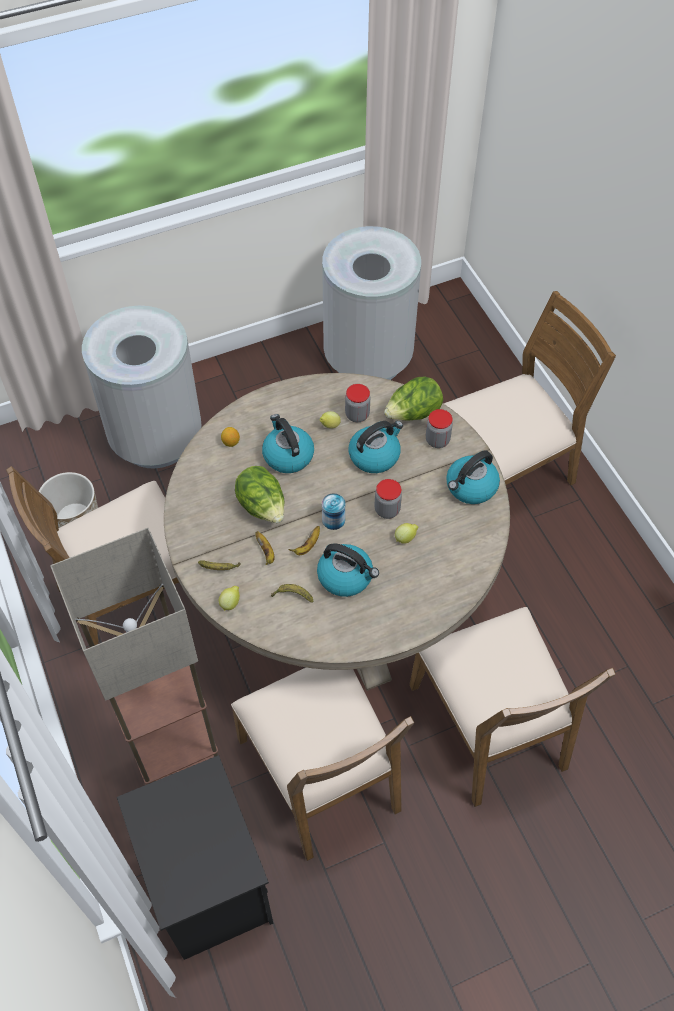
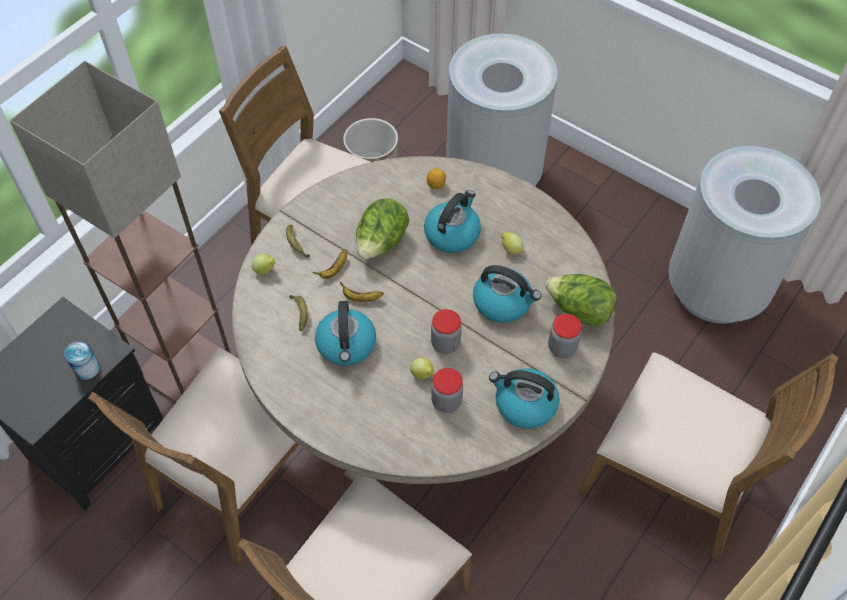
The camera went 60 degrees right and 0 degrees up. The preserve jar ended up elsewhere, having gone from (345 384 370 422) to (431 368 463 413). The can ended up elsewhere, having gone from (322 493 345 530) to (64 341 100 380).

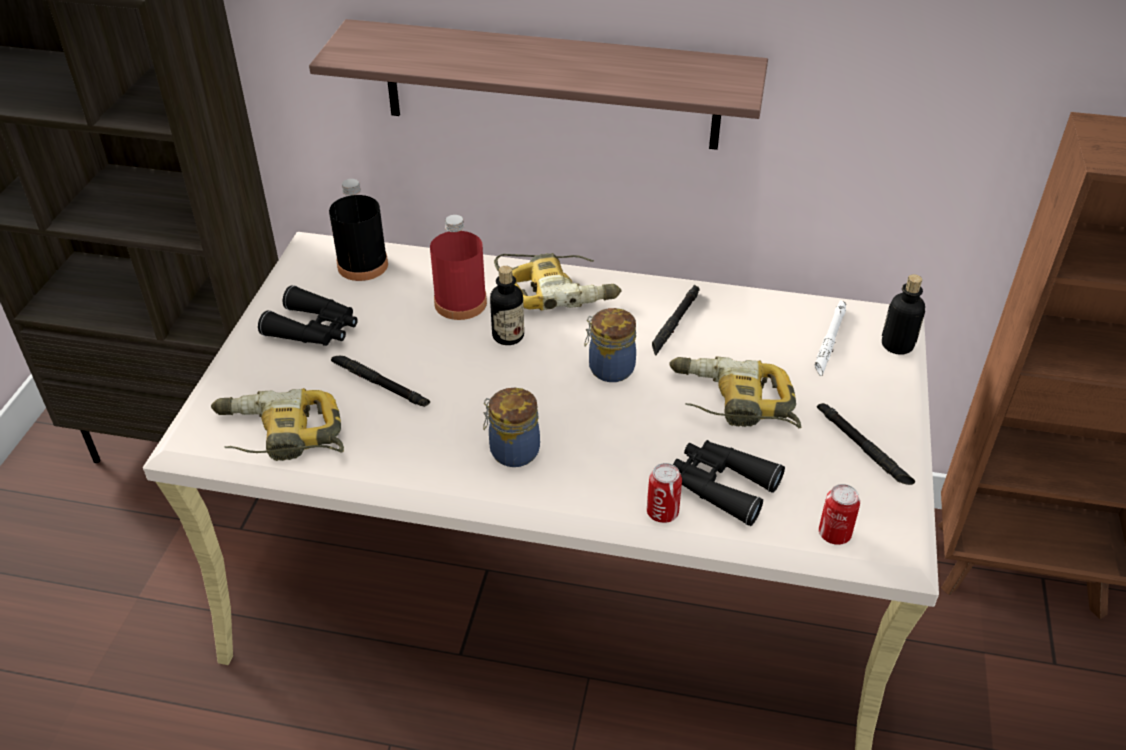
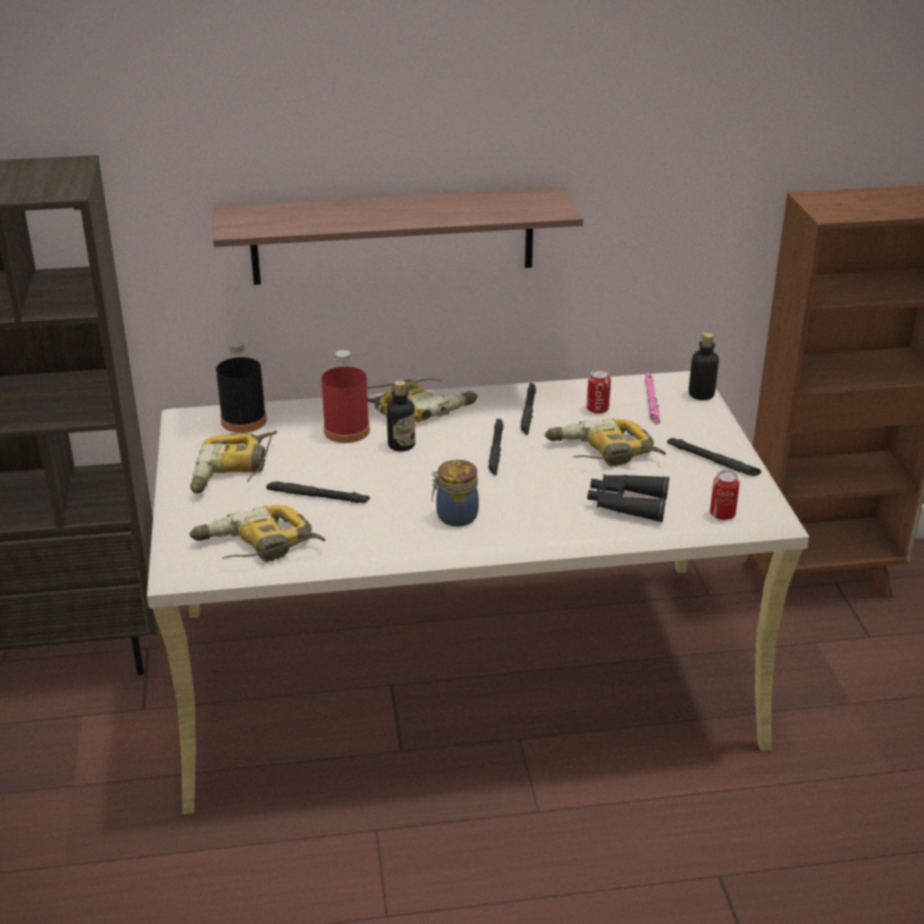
The camera went 20 degrees left and 10 degrees down. Where the blackish binoculars stood at (258 285 358 346), the power drill came to stand at (190 431 277 494). What was the white torch at (815 301 846 376) turned into the pinkish torch at (645 373 660 424). Where the preserve jar stood at (584 308 636 382), the blackish torch came to stand at (488 419 504 476). The can ended up elsewhere, having gone from (647 463 682 523) to (587 369 611 414).

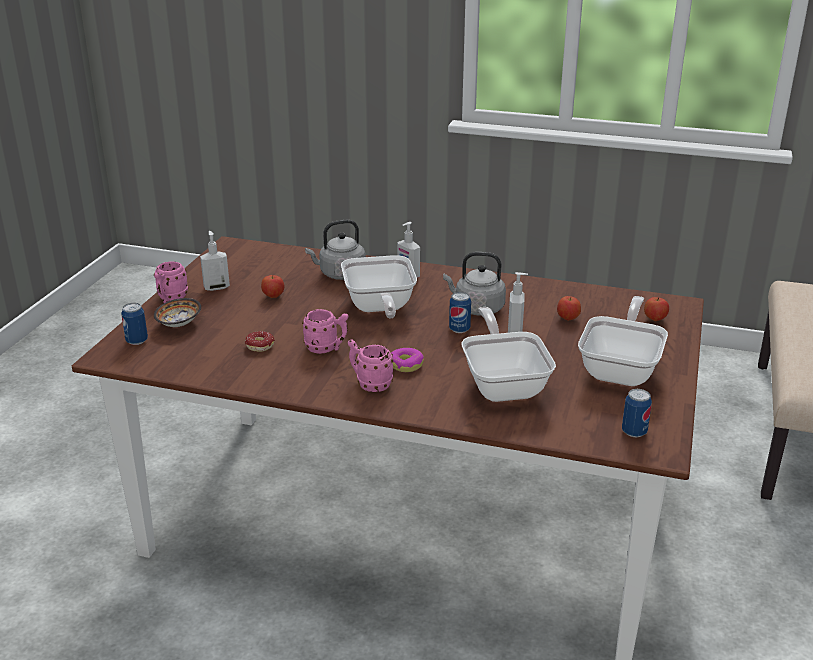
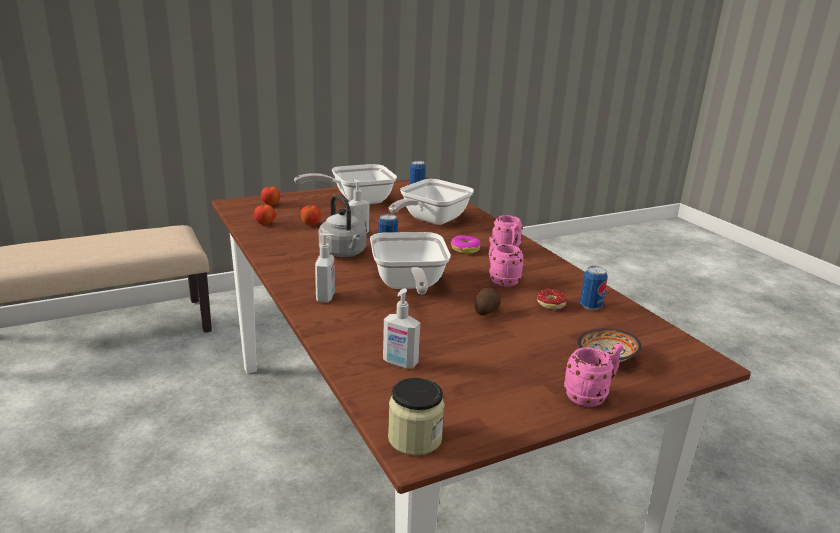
The camera went 135 degrees left and 5 degrees down. The second view lost the gray kettle at (305 220 366 280). The soap dispenser ended up elsewhere, having gone from (200 231 230 291) to (383 289 420 369). The skillet at (341 255 417 319) ended up facing another way, 135 degrees clockwise from before. The apple fruit ended up elsewhere, having gone from (261 275 284 298) to (254 204 275 225). The can ended up elsewhere, having gone from (121 303 148 345) to (580 266 608 310). The second view gained the whole potato at (475 287 501 315). The second view gained the preserve jar at (388 378 445 456).

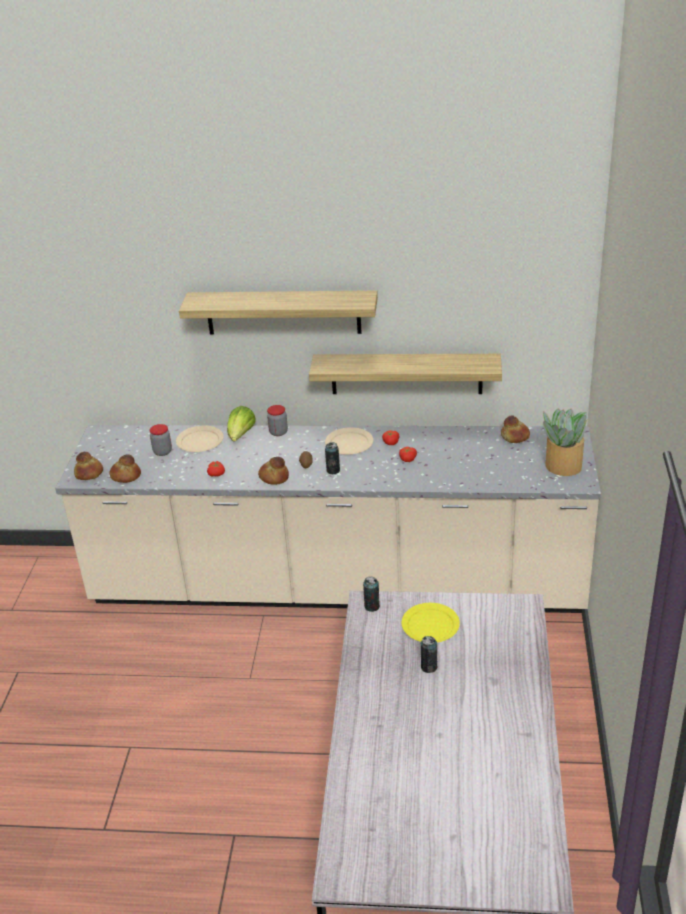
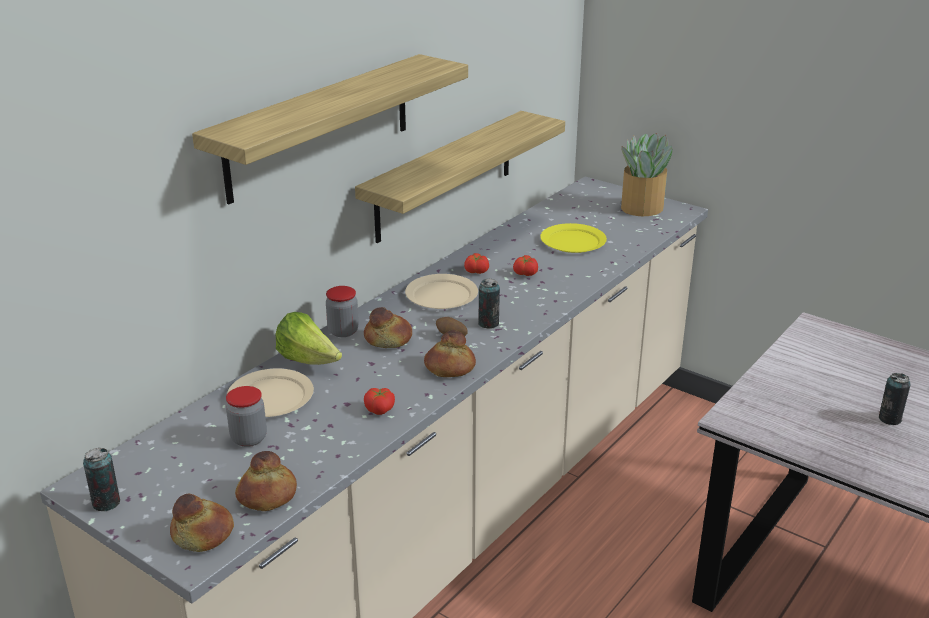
The camera went 60 degrees left and 5 degrees down. The baked bread ended up elsewhere, having gone from (501 416 530 443) to (364 307 412 348). The can ended up elsewhere, having gone from (363 577 380 612) to (83 448 120 511). The yellowish dinner plate ended up elsewhere, having gone from (402 603 460 643) to (540 223 607 253).

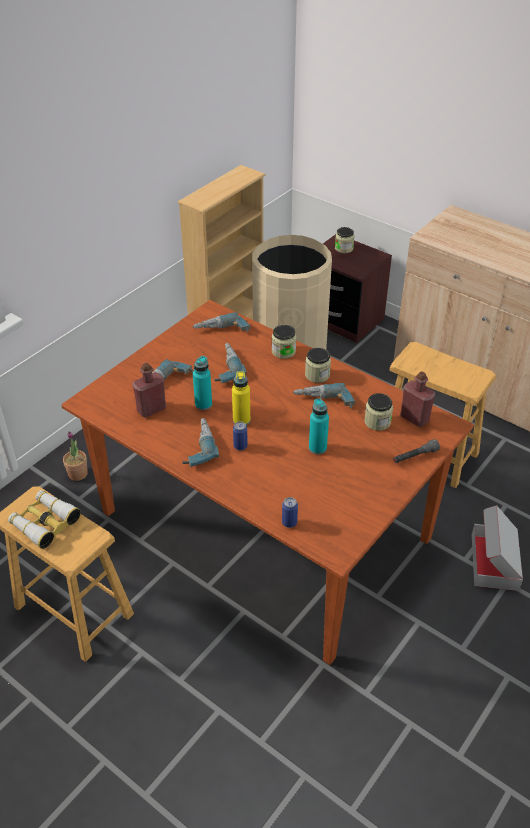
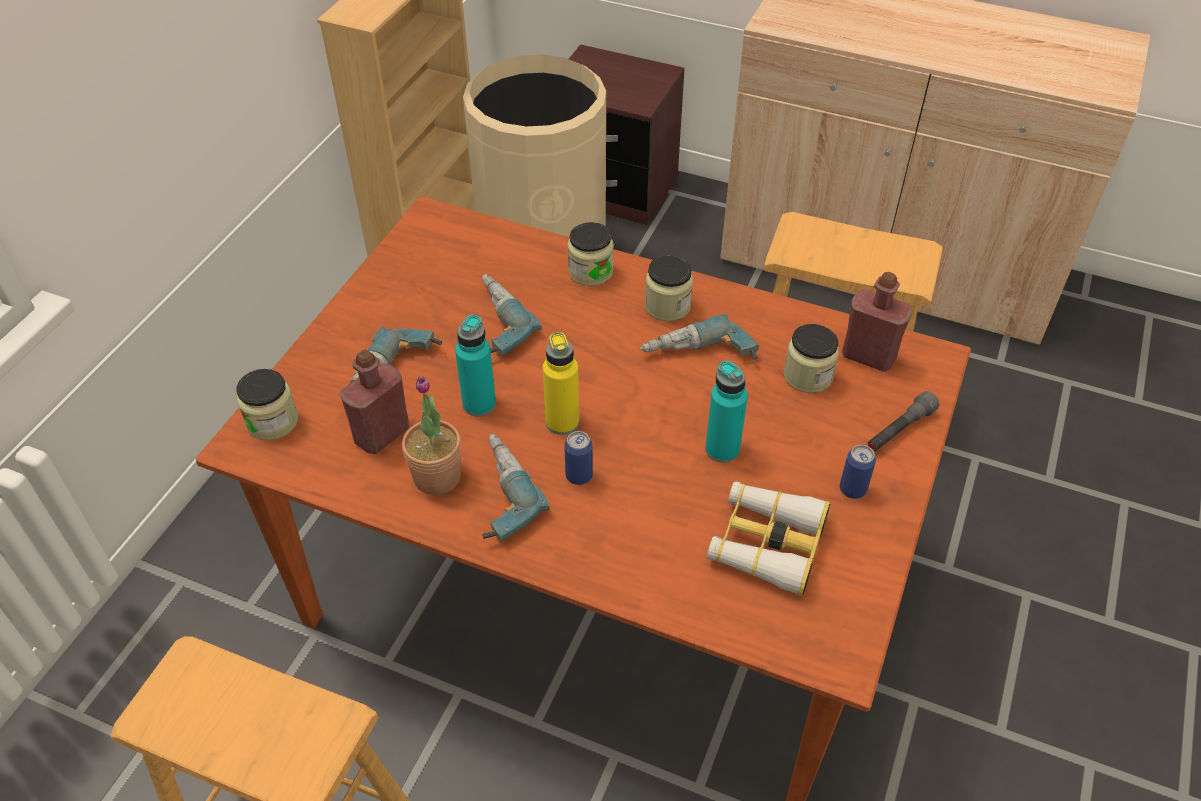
The camera went 15 degrees left and 5 degrees up. The preserve jar ended up elsewhere, having gone from (335 227 354 253) to (236 369 298 441). The second view lost the power drill at (192 312 250 332). The potted plant ended up elsewhere, having gone from (63 431 88 481) to (402 376 461 495). The binoculars ended up elsewhere, having gone from (8 490 81 549) to (707 481 831 596). The can ended up elsewhere, having gone from (282 497 298 528) to (840 445 876 499). The second view lost the cardboard box at (472 505 523 591).

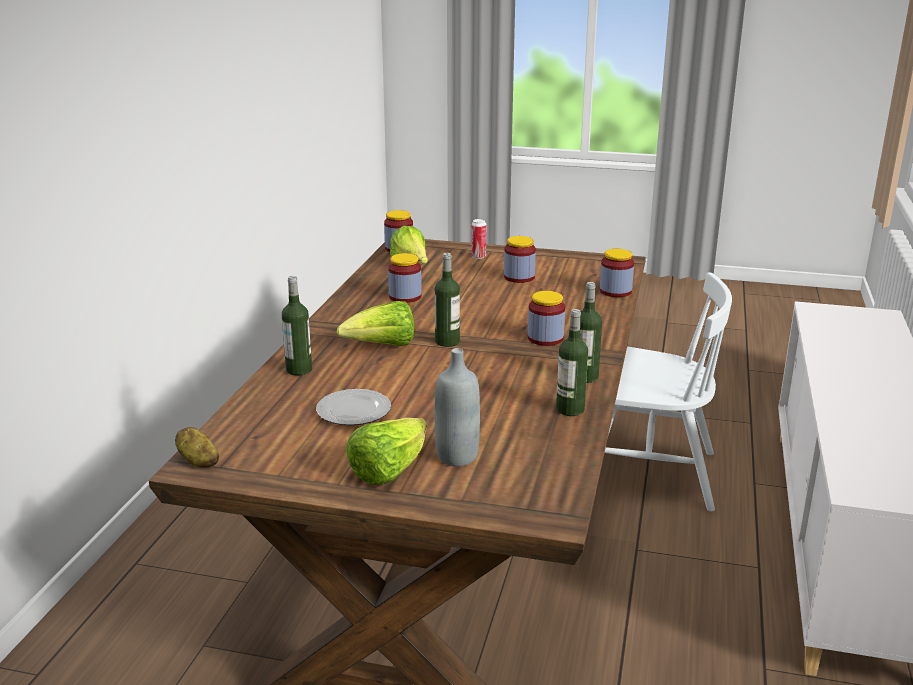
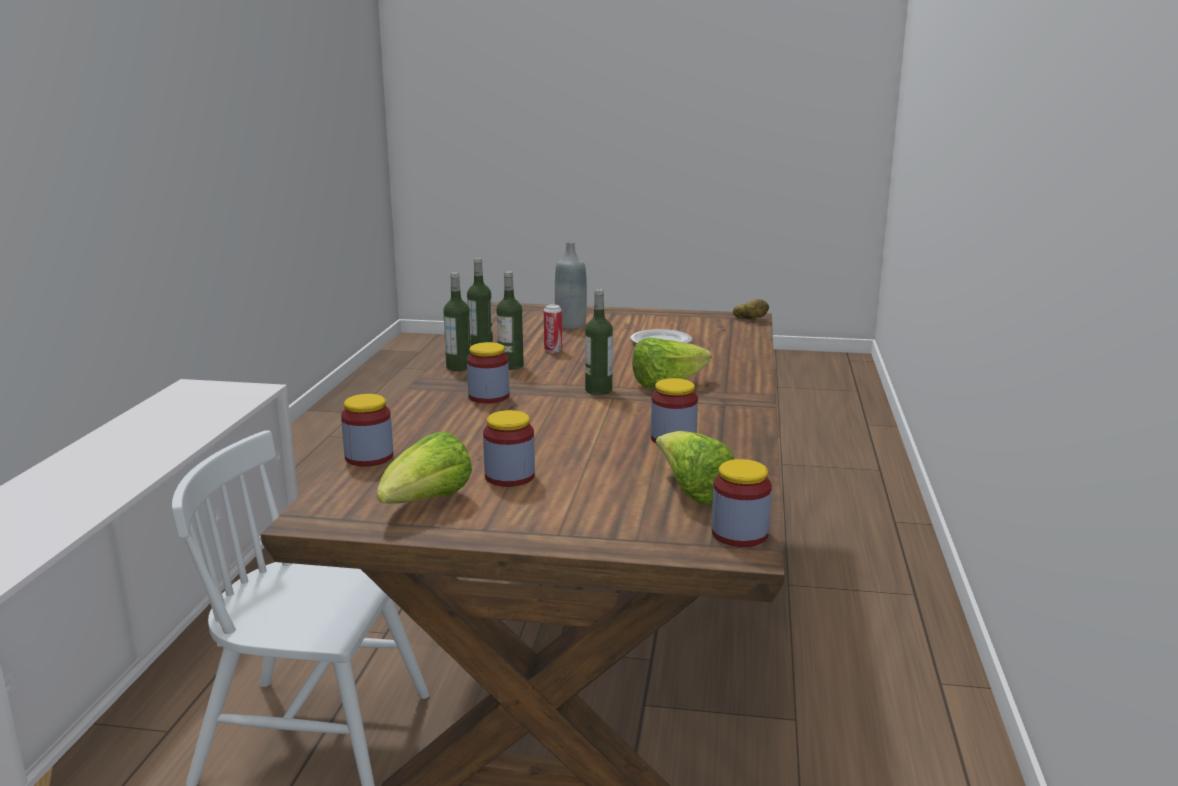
The camera went 175 degrees right and 5 degrees down. The can ended up elsewhere, having gone from (471 219 487 259) to (544 304 562 352). The bottle ended up elsewhere, having gone from (282 276 312 376) to (496 271 524 370). The lettuce head ended up elsewhere, having gone from (346 418 427 485) to (377 431 472 504).

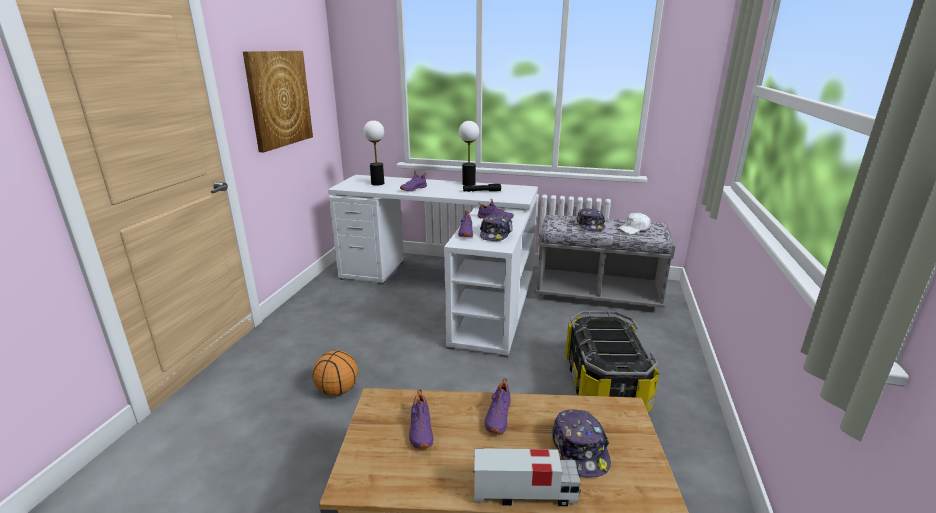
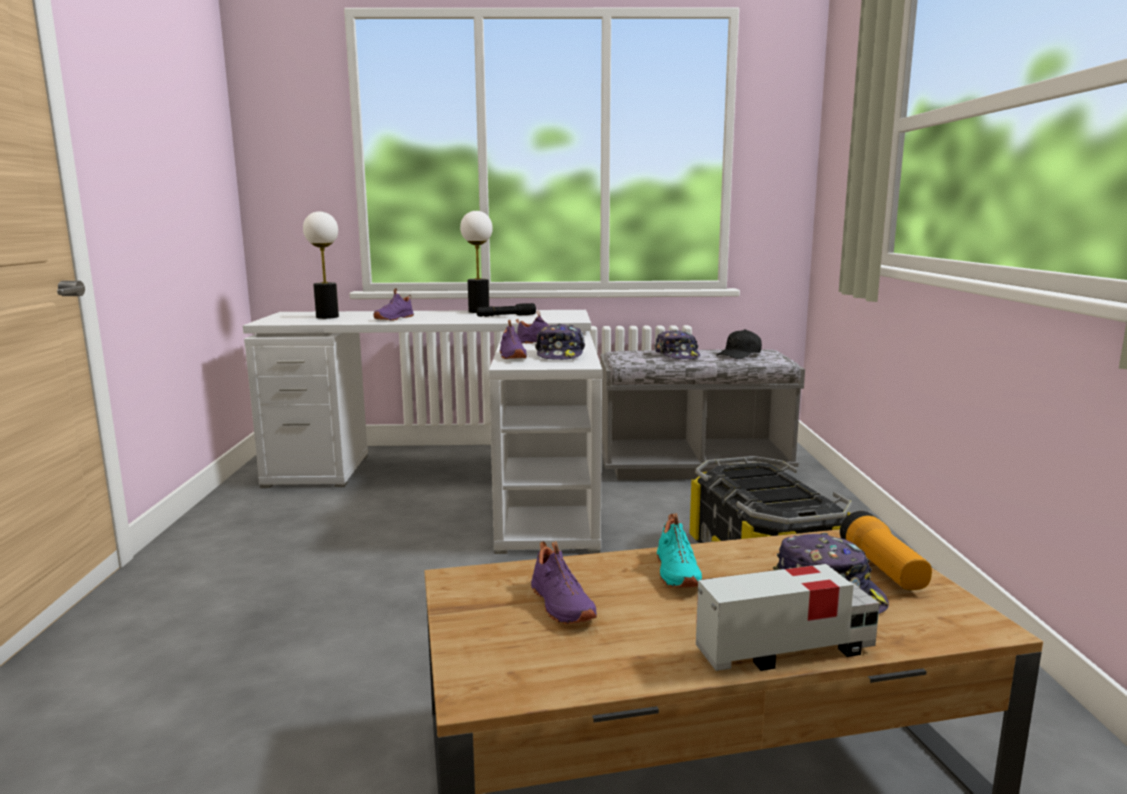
The camera went 15 degrees left and 10 degrees down. The second view lost the wall picture at (243 51 313 153). What was the white baseball cap at (617 212 651 234) turned into the blackish baseball cap at (716 329 762 359). The second view lost the ball for basketball at (313 350 358 396). What was the purple-coloured shoe at (485 378 511 434) turned into the turquoise shoe at (657 513 702 588). The second view gained the torch at (840 511 932 590).

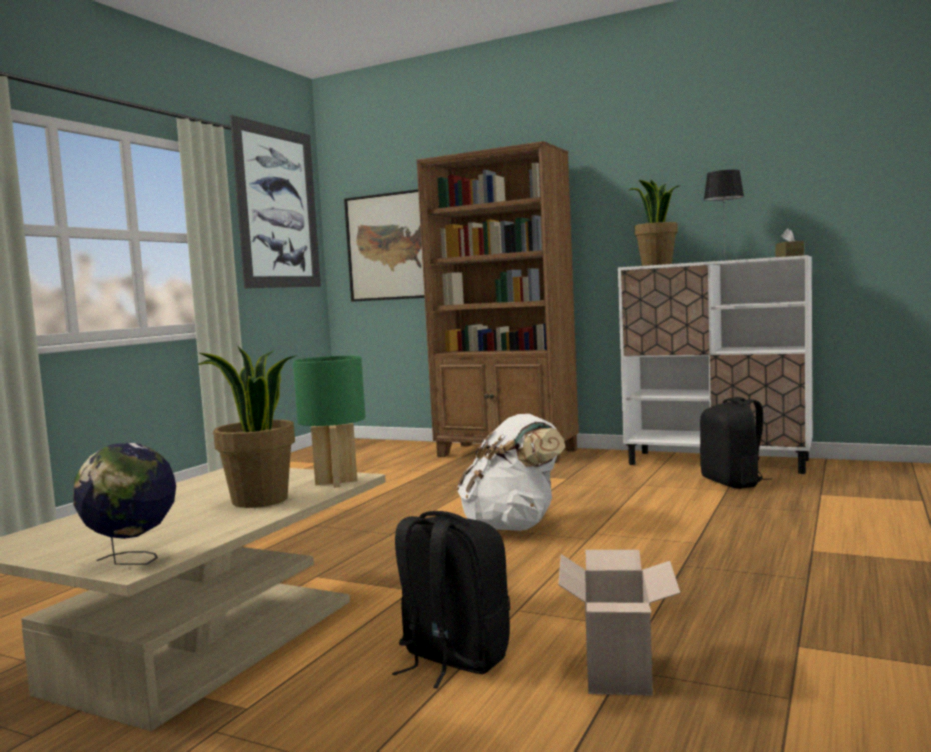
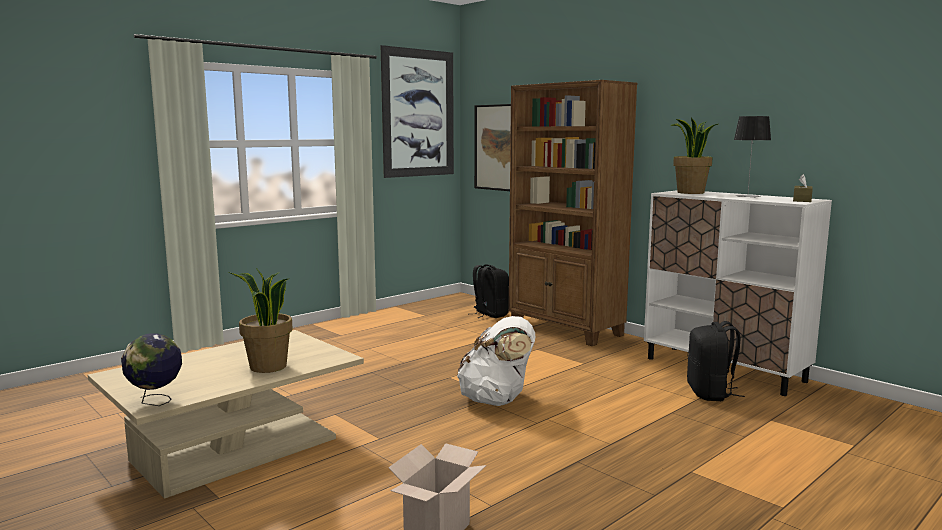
The camera went 20 degrees right and 5 degrees up. The second view lost the green-coloured lamp for a table at (293 355 365 488). The blackish knapsack ended up elsewhere, having gone from (392 511 510 688) to (473 264 509 318).

